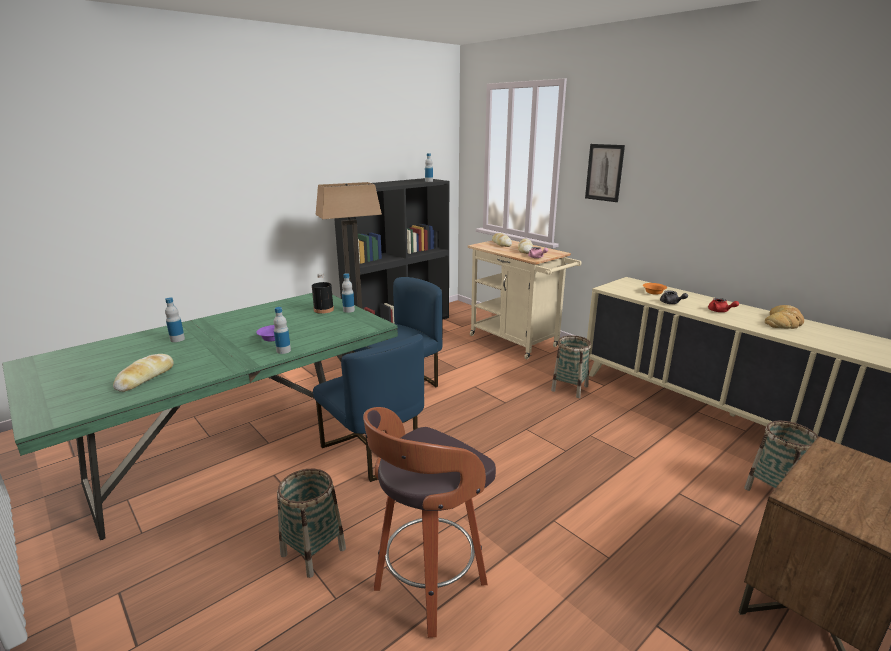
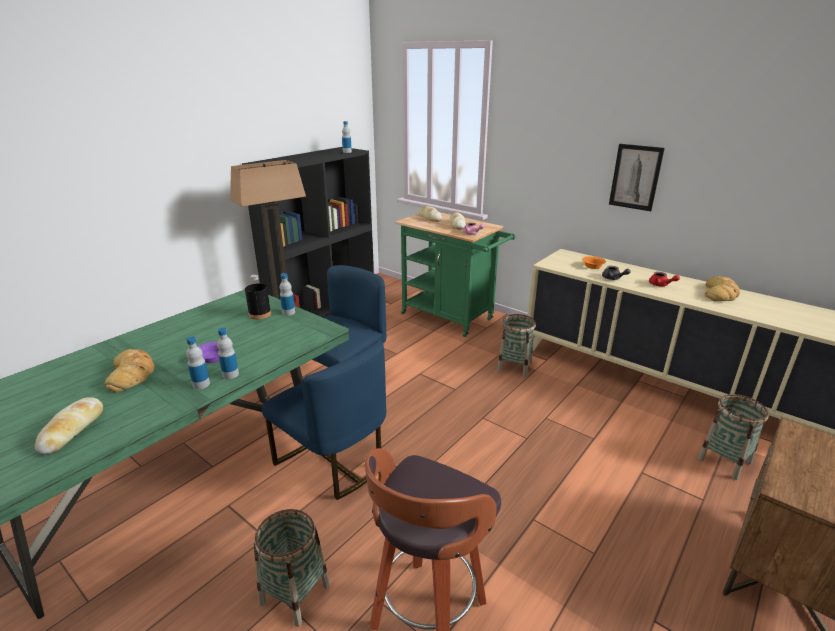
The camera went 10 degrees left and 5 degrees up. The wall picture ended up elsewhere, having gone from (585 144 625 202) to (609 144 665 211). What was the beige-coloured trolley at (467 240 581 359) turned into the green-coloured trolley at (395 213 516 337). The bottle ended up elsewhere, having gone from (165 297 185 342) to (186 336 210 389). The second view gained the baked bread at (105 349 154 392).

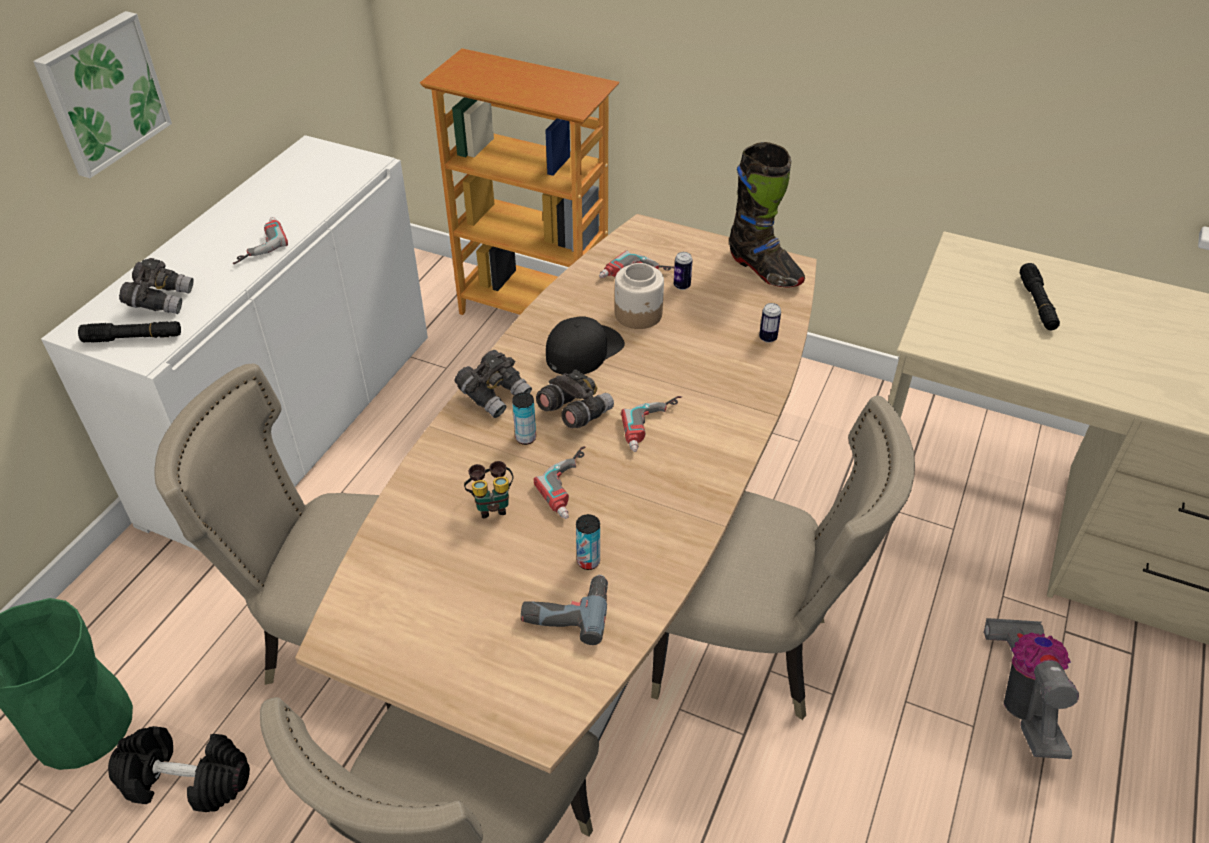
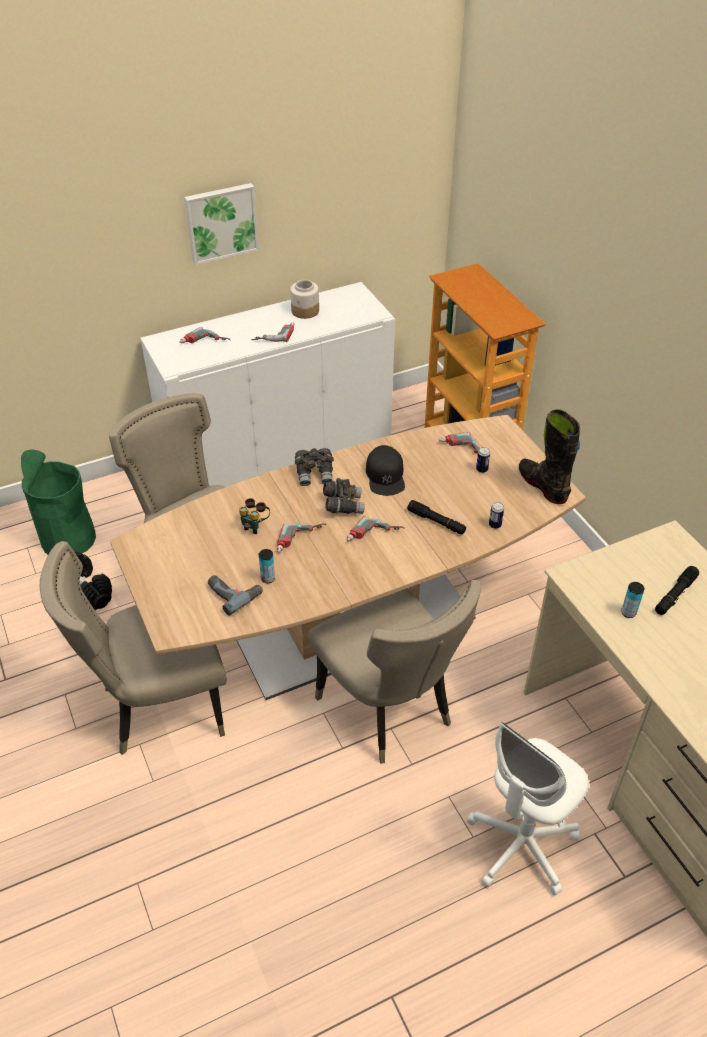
The camera went 40 degrees right and 0 degrees up. The blackish tall boot at (729 142 805 287) ended up facing another way, 150 degrees clockwise from before. Where the gray binoculars stood at (119 258 194 314), the power drill came to stand at (180 327 230 343). The preserve jar ended up elsewhere, having gone from (615 263 664 329) to (290 280 319 319). The blackish baseball cap at (546 316 625 375) ended up facing another way, 90 degrees clockwise from before. The blackish torch ended up elsewhere, having gone from (78 321 181 342) to (407 500 466 534). The can ended up elsewhere, having gone from (512 392 536 445) to (621 582 644 618). Where the hoover stood at (984 618 1079 759), the white desk chair came to stand at (467 722 589 896).

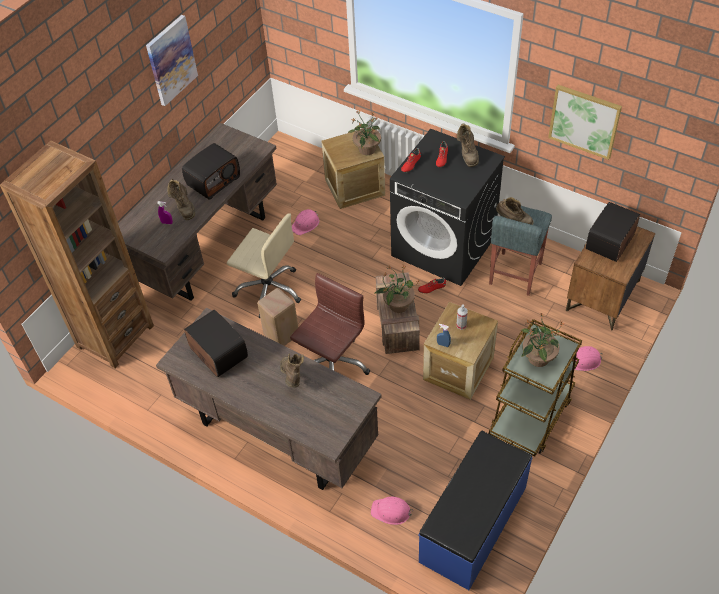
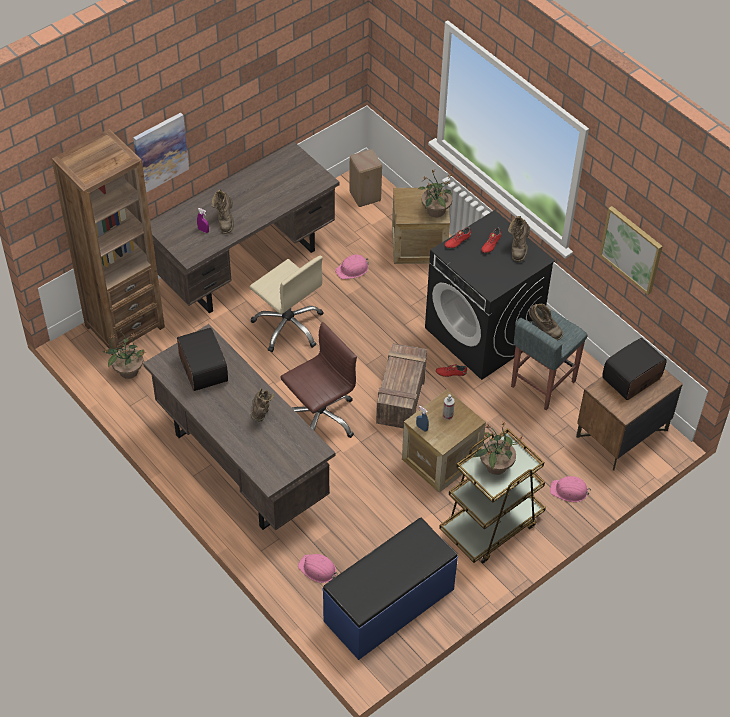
The camera went 15 degrees right and 0 degrees up. The wall picture ended up elsewhere, having gone from (146 15 198 106) to (133 113 189 193). The second view lost the radio set at (182 143 240 199). The potted plant ended up elsewhere, having gone from (375 265 421 313) to (103 330 146 379). The beige-coloured sitting stool ended up elsewhere, having gone from (257 288 298 346) to (349 149 382 207).

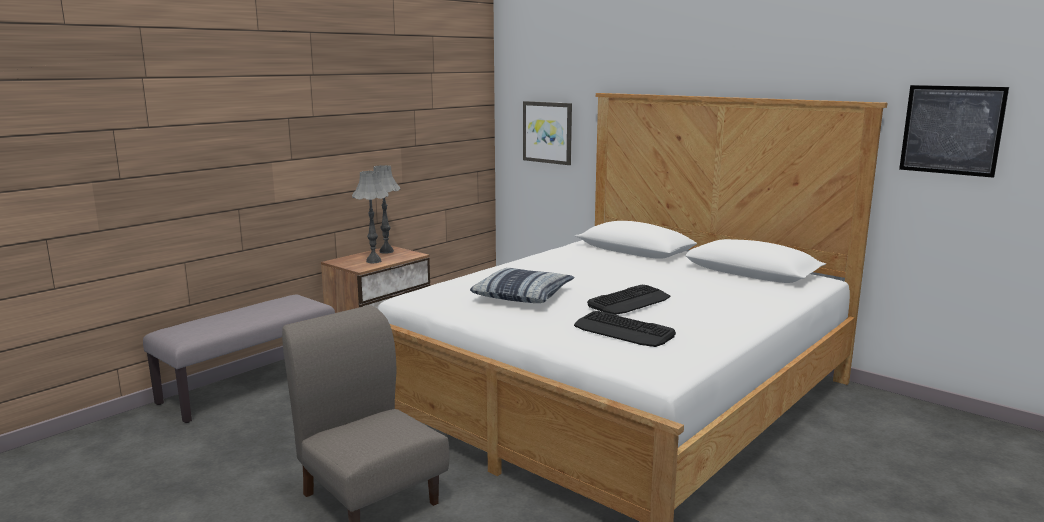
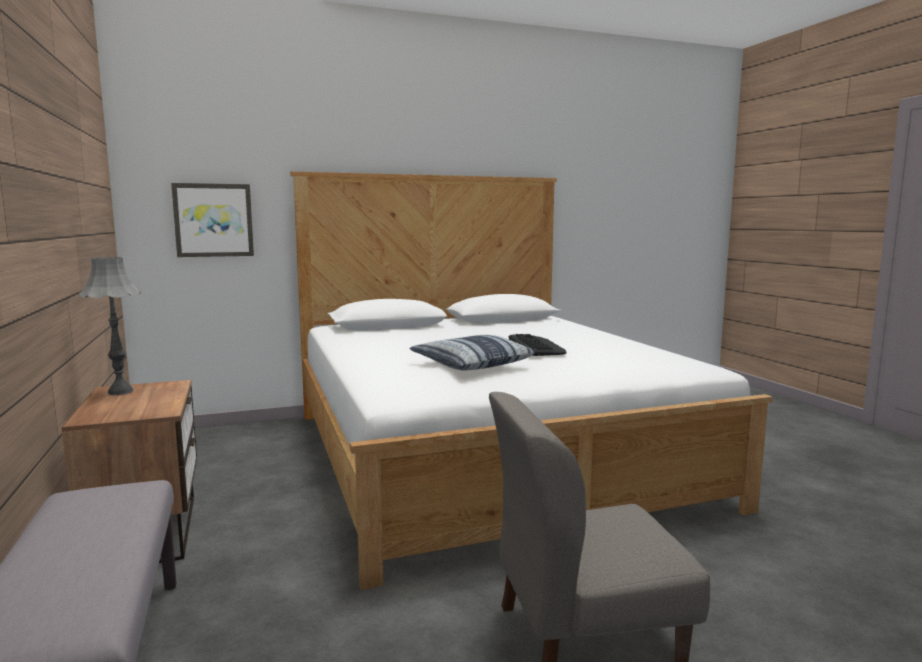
The camera went 60 degrees left and 5 degrees down. The second view lost the wall picture at (899 85 1009 178). The second view lost the gray lamp for a table at (352 171 389 263). The second view lost the keyboard at (574 311 676 347).

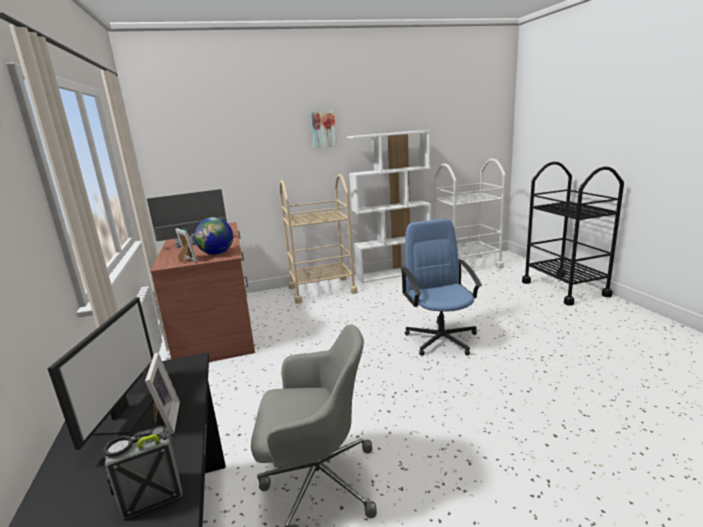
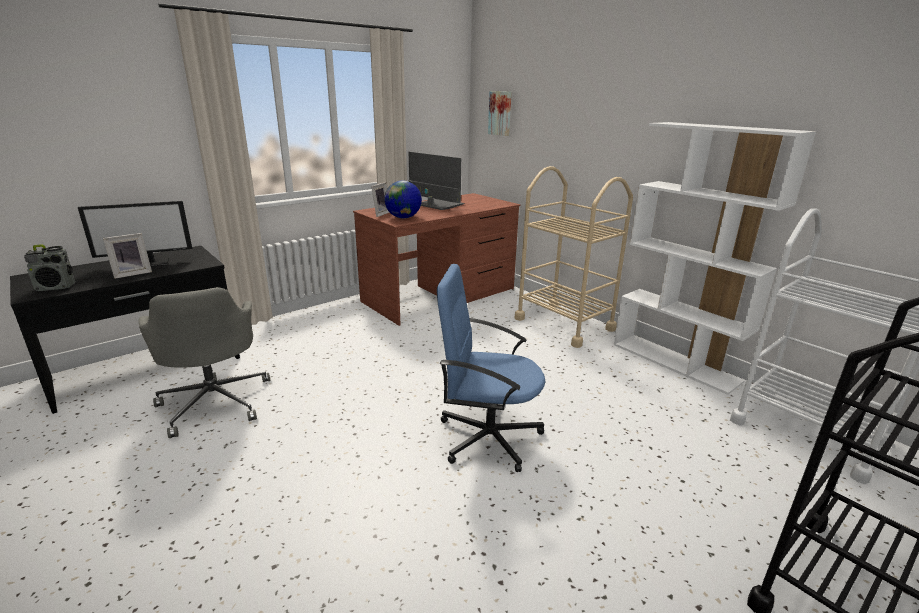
The camera went 65 degrees right and 5 degrees up. The wall picture ended up elsewhere, having gone from (311 110 337 148) to (488 91 512 136). The bluish desk chair at (400 219 482 356) ended up facing another way, 135 degrees counterclockwise from before. The radio set at (104 426 183 519) ended up facing another way, 120 degrees clockwise from before.

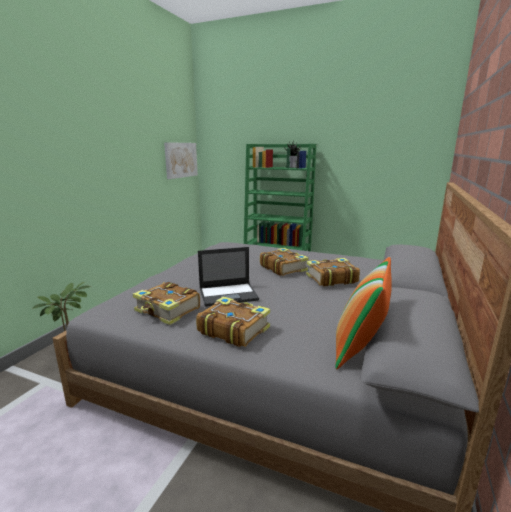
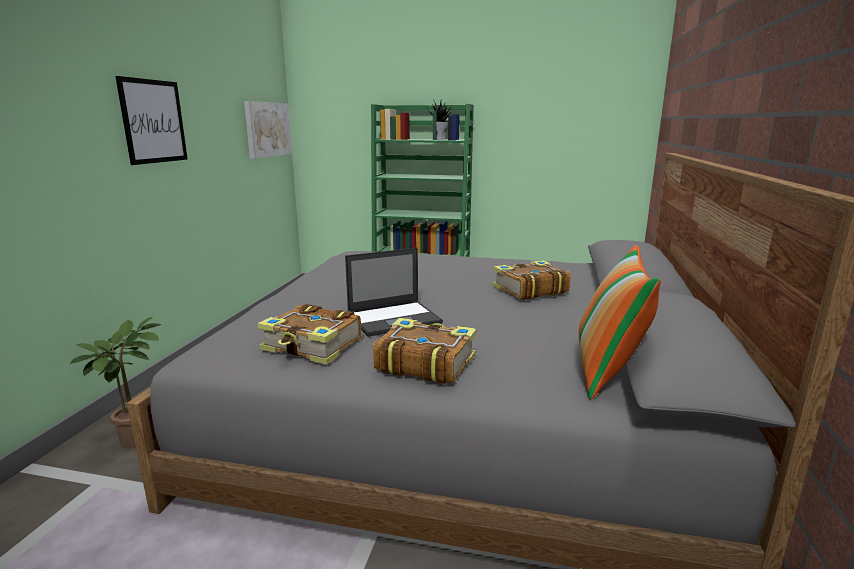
The camera went 10 degrees left and 0 degrees up. The second view lost the book at (260 248 309 276). The second view gained the wall picture at (115 76 188 165).

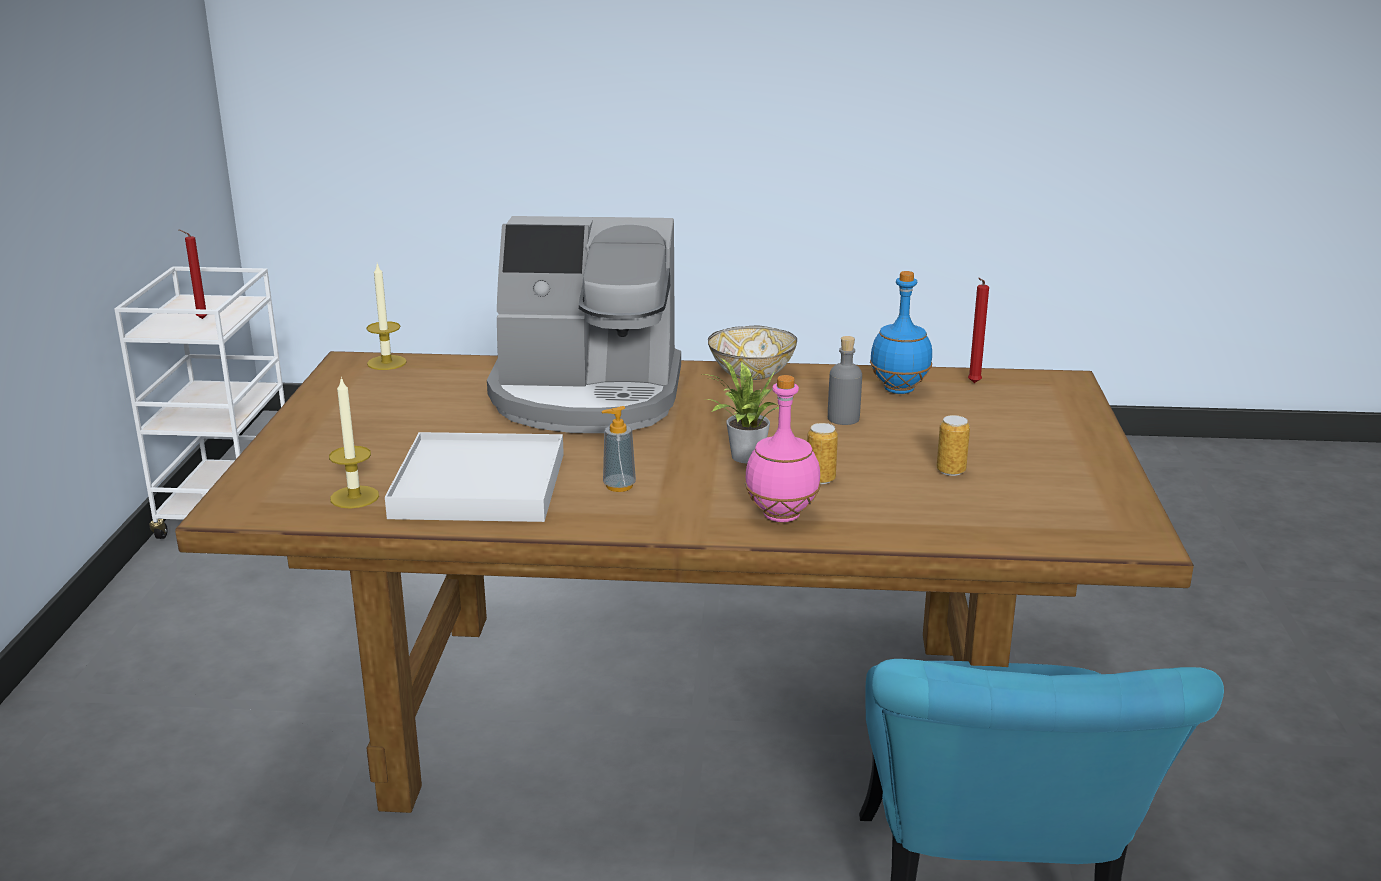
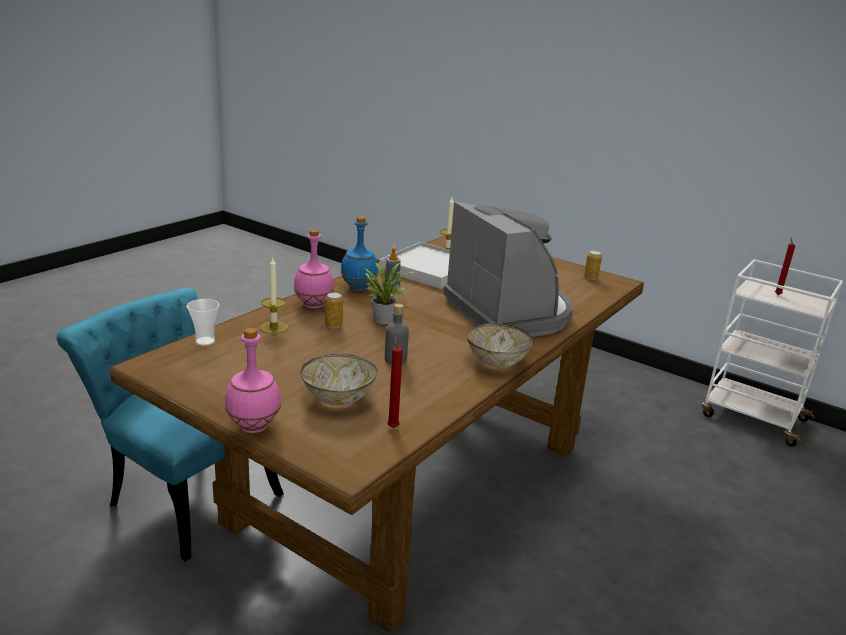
The camera went 120 degrees right and 0 degrees up. The coffee machine at (487 216 681 433) ended up facing another way, 120 degrees clockwise from before. The wax candle ended up elsewhere, having gone from (366 263 407 370) to (260 256 288 334). The bluish bottle ended up elsewhere, having gone from (870 271 932 394) to (341 217 378 291). The can ended up elsewhere, having gone from (936 415 970 476) to (584 251 602 280). The second view gained the drinking cup at (187 299 219 346). The second view gained the pinkish bottle at (225 328 281 433). The second view gained the bowl at (301 354 378 405).

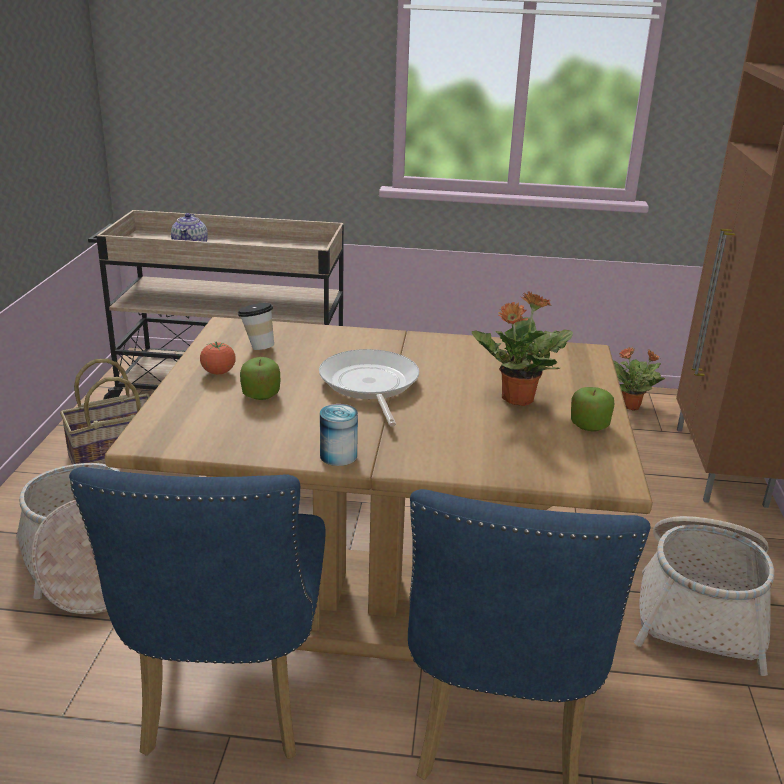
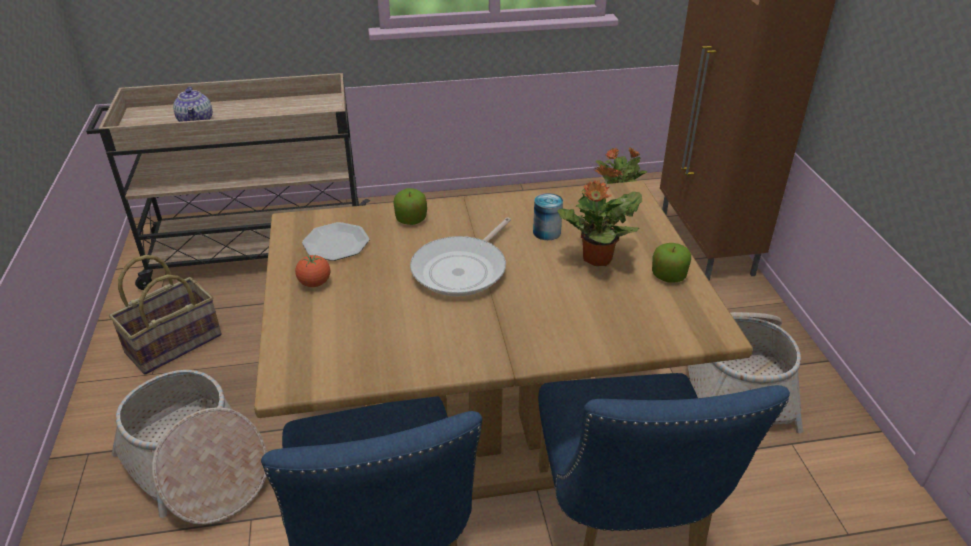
The camera went 15 degrees left and 10 degrees up. Where the drinking cup stood at (237 303 274 350), the dinner plate came to stand at (302 222 370 261). The skillet at (319 349 419 427) ended up facing another way, 120 degrees counterclockwise from before. The apple fruit ended up elsewhere, having gone from (240 357 280 400) to (393 188 427 225). The can ended up elsewhere, having gone from (320 404 358 466) to (533 193 563 240).

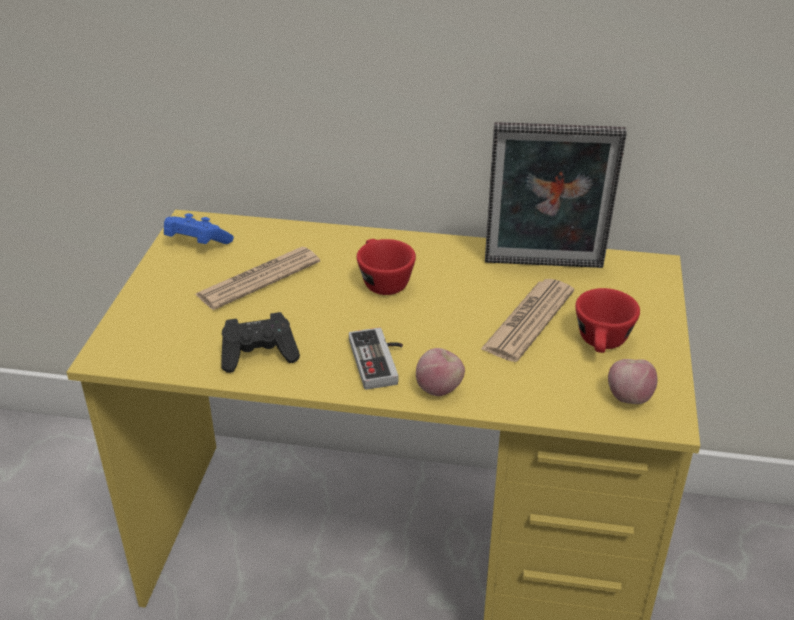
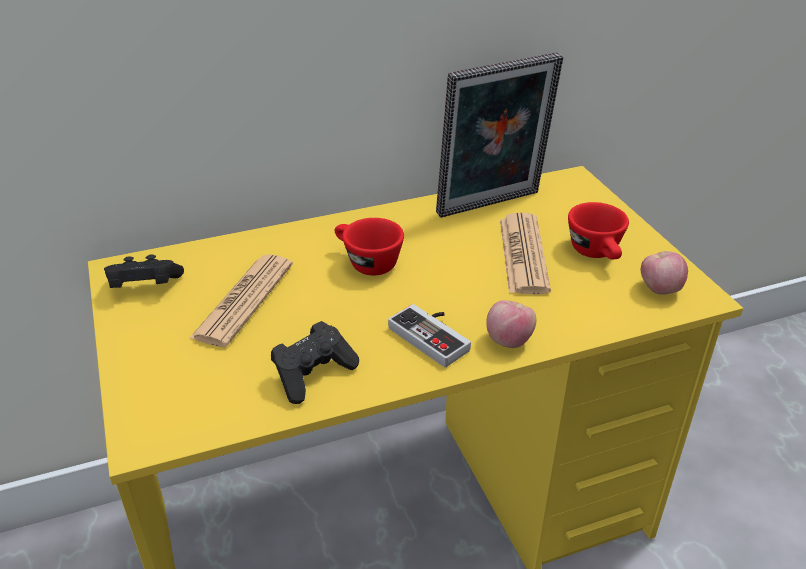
The camera went 30 degrees left and 0 degrees up. What was the bluish game controller at (164 213 234 244) turned into the blackish game controller at (104 255 184 288).

